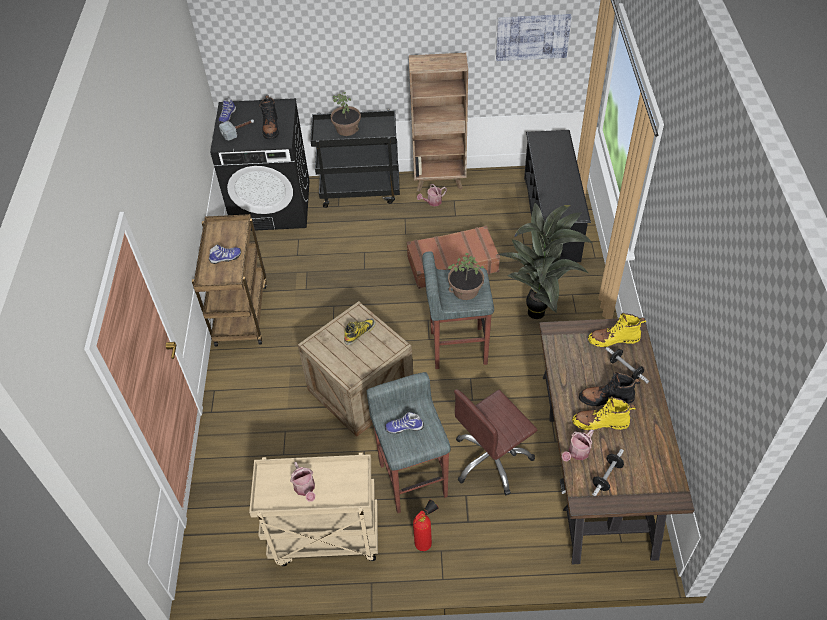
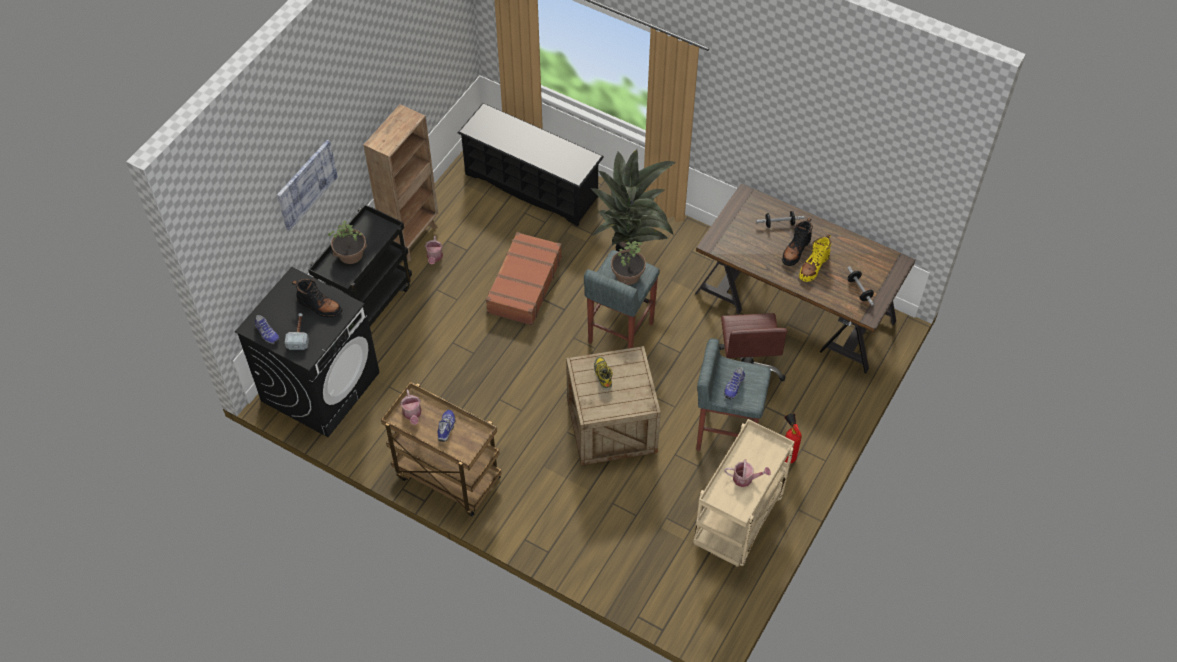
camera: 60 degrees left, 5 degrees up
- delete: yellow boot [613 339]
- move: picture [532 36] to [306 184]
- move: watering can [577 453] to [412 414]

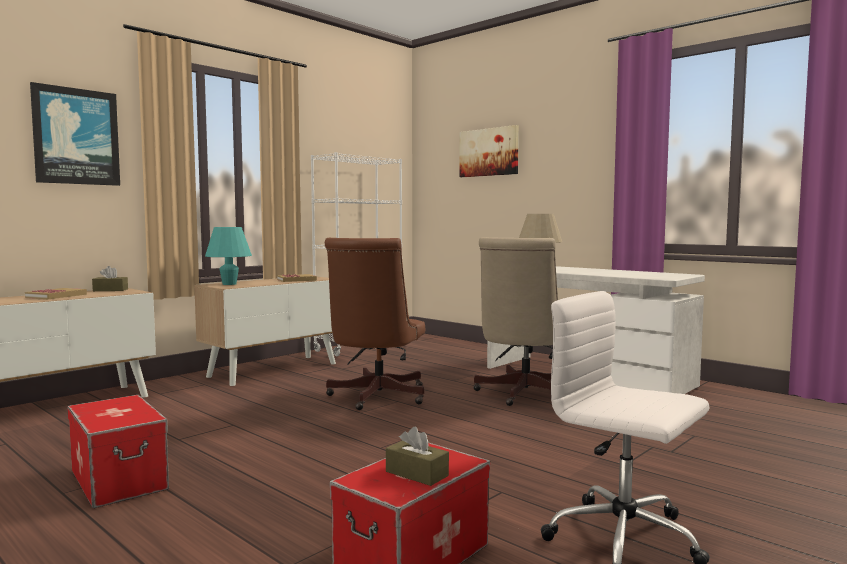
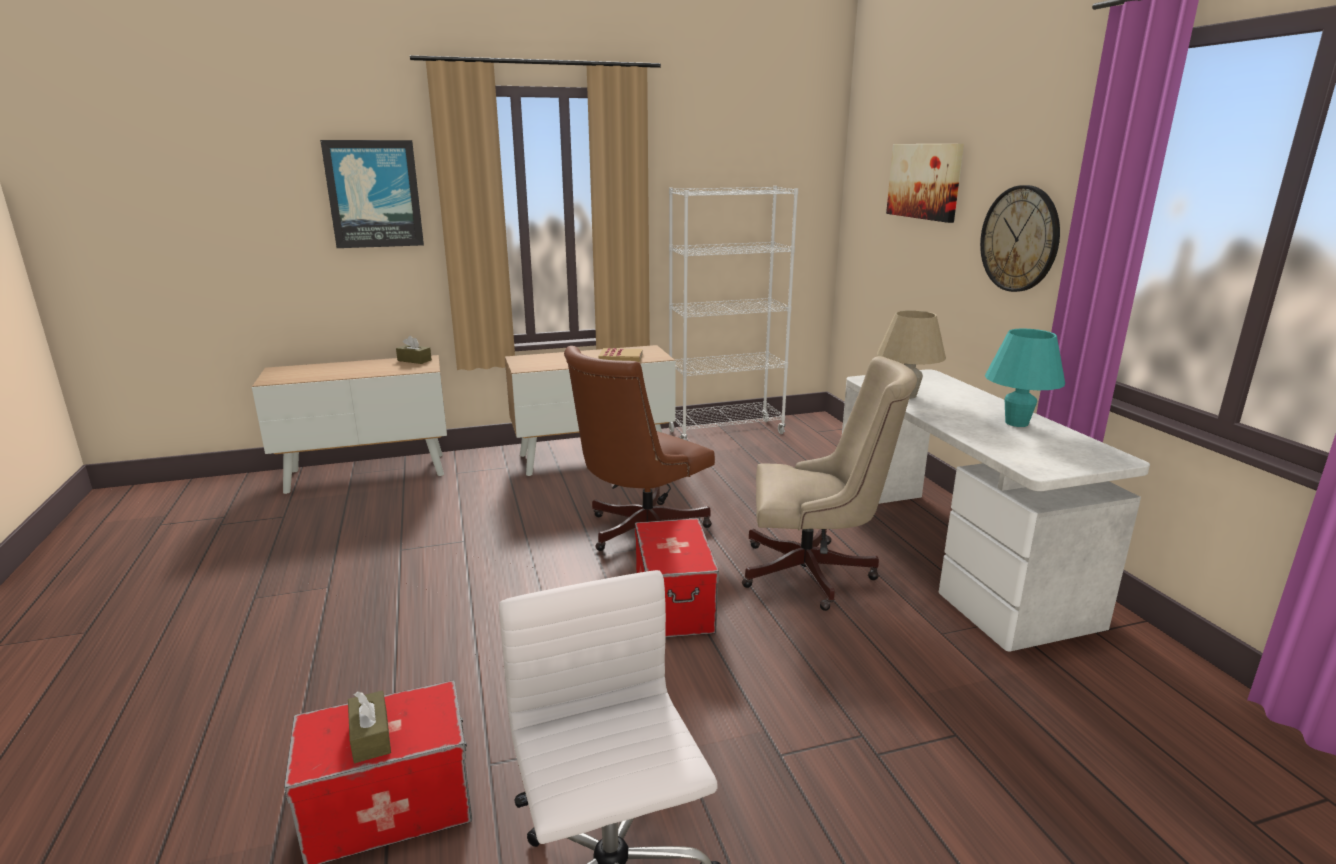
camera: 30 degrees right, 15 degrees up
- delete: book [56 296]
- insert: wall clock [1020 239]
- move: storage box [119 480] to [674 605]
- move: turquoise table lamp [229 284] to [1016 423]
- rotate: beige office chair [522 394] = [815 574] 135 degrees counterclockwise

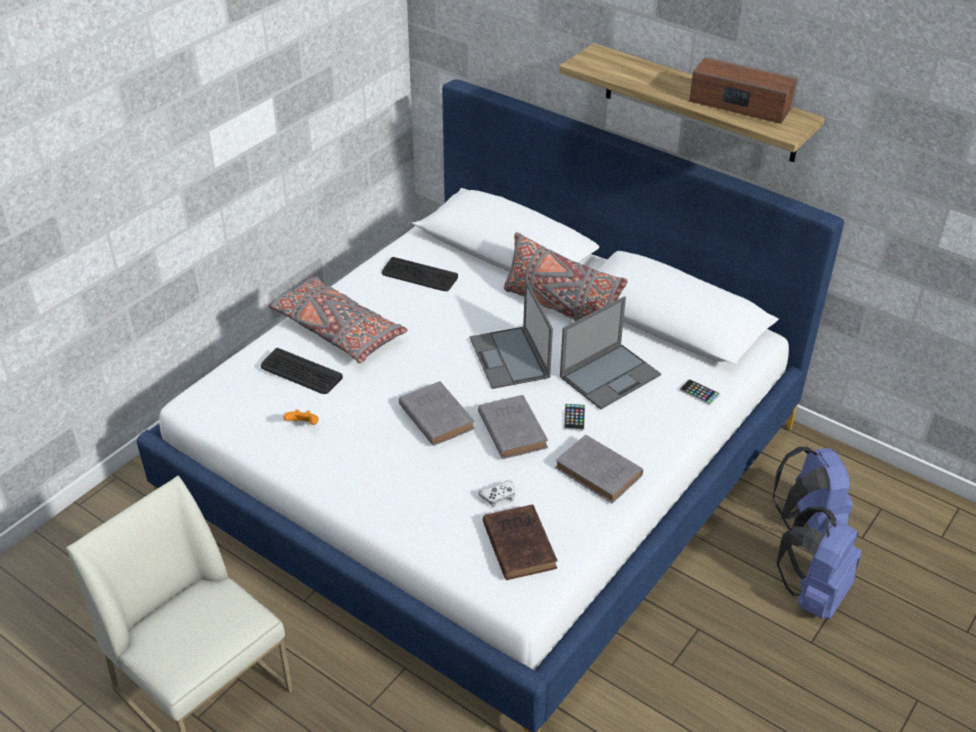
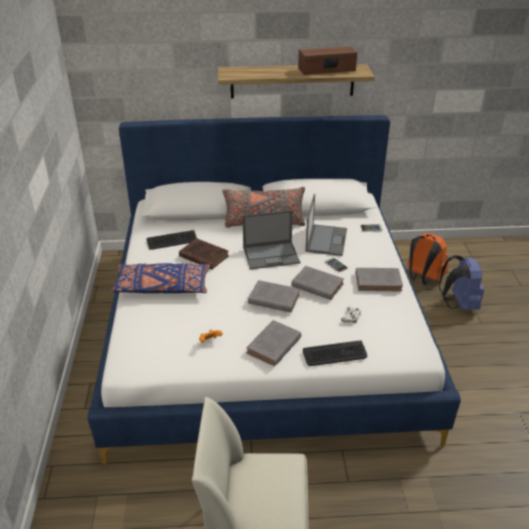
camera: 40 degrees left, 5 degrees down
- insert: grey book [273 346]
- move: keyboard [301 372] to [335 354]
- move: brown book [518 544] to [203 256]
- recolor: grey pillow [337 330] to blue pillow [162 287]
- recolor: blue backpack [806 524] to orange backpack [422 278]
- rotate: laptop [510 358] = [271 255] 45 degrees counterclockwise

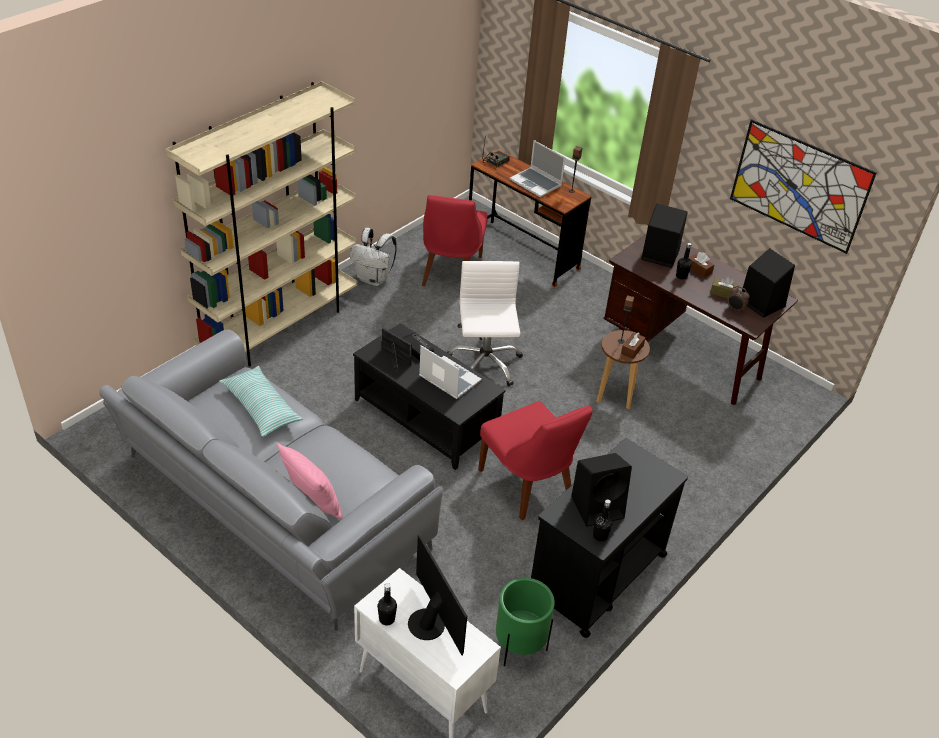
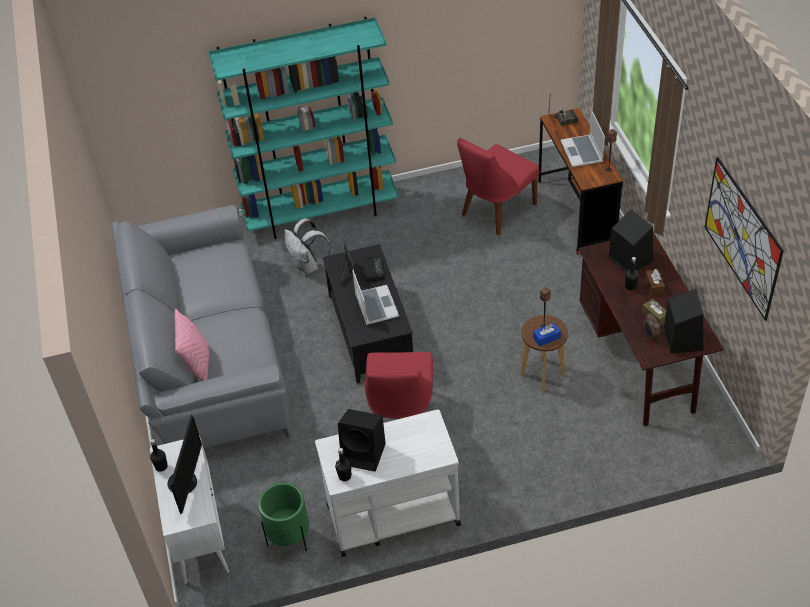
camera: 40 degrees right, 5 degrees up
- delete: pillow [261 407]
- delete: white office chair [484 364]
- move: white backpack [373 279] to [308 266]
- recolor: beige bookcase [279 326] to turquoise bookcase [321 213]
- recolor: black cart [596 576] to white cart [392 515]
- recolor: brown tissue box [632 349] to blue tissue box [546 338]

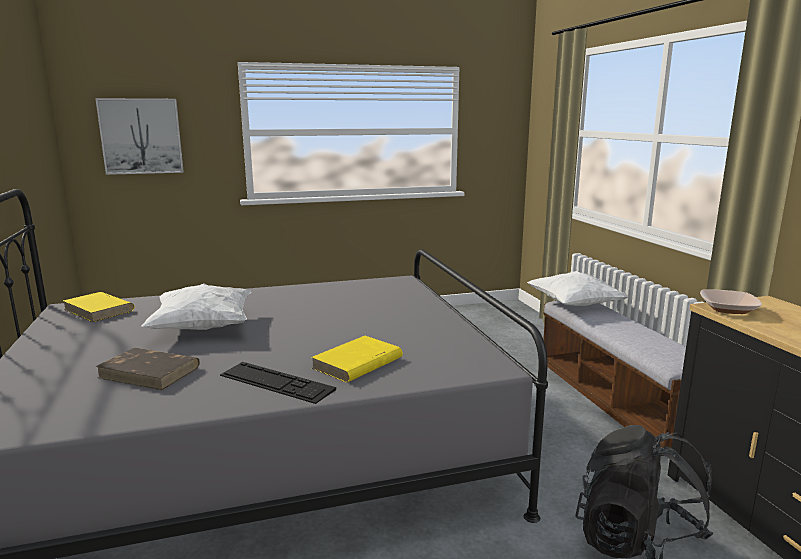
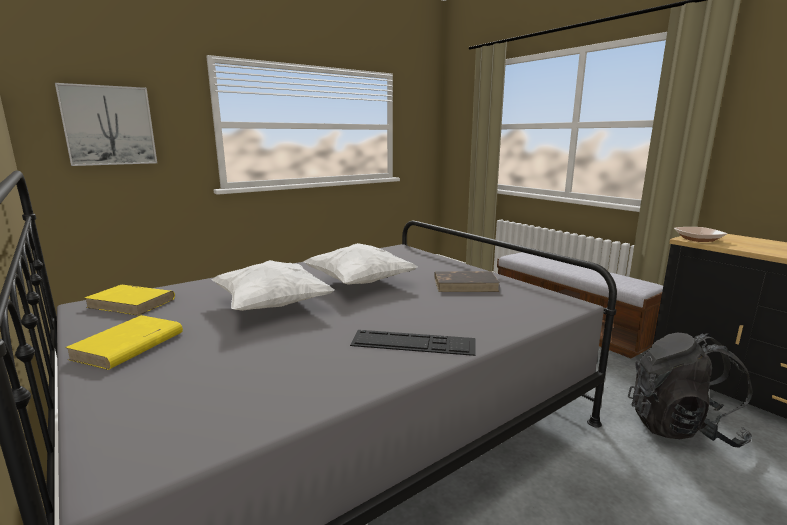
camera: 20 degrees left, 0 degrees up
- move: brown book [150 372] to [466 285]
- move: yellow book [357 363] to [128 346]
- move: white pillow [574 305] to [360 283]

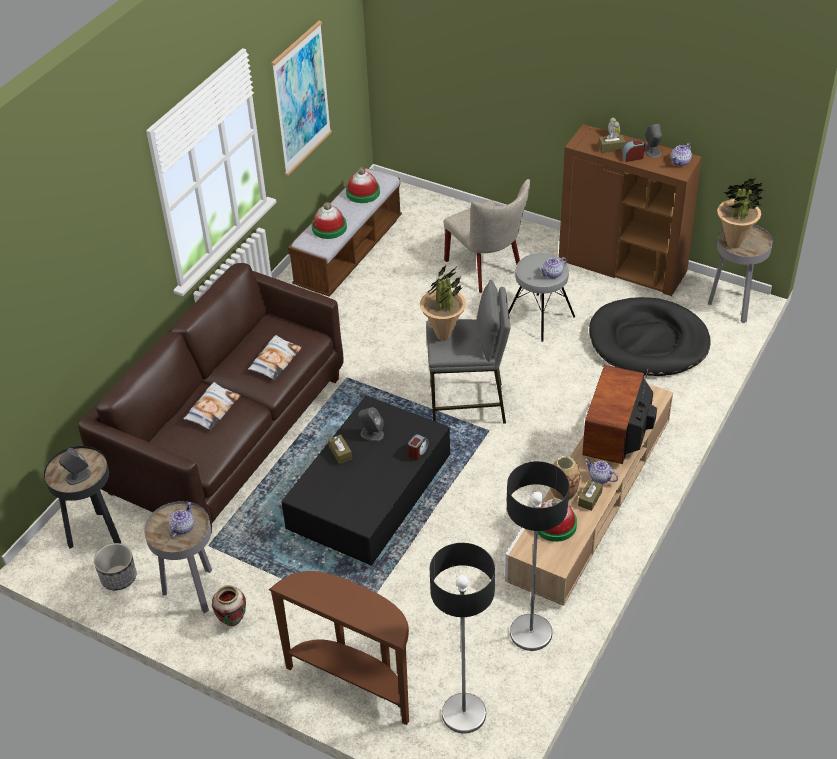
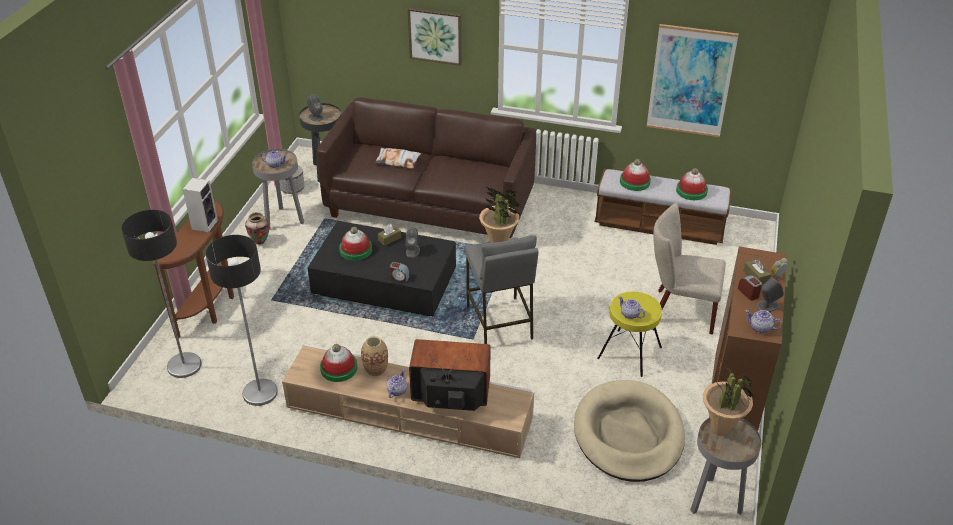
camera: 75 degrees right, 5 degrees down
- delete: pillow [275 361]
- delete: brown tissue box [590 498]
- insert: speaker [204 224]
- insert: hat [356 250]
- insert: picture [435 35]
- recolor: grey stool [540 317] to yellow stool [630 353]
- recolor: black dog bed [648 341] to beige dog bed [628 434]
- rotate: beige chair [487 269] = [680 310] 60 degrees clockwise

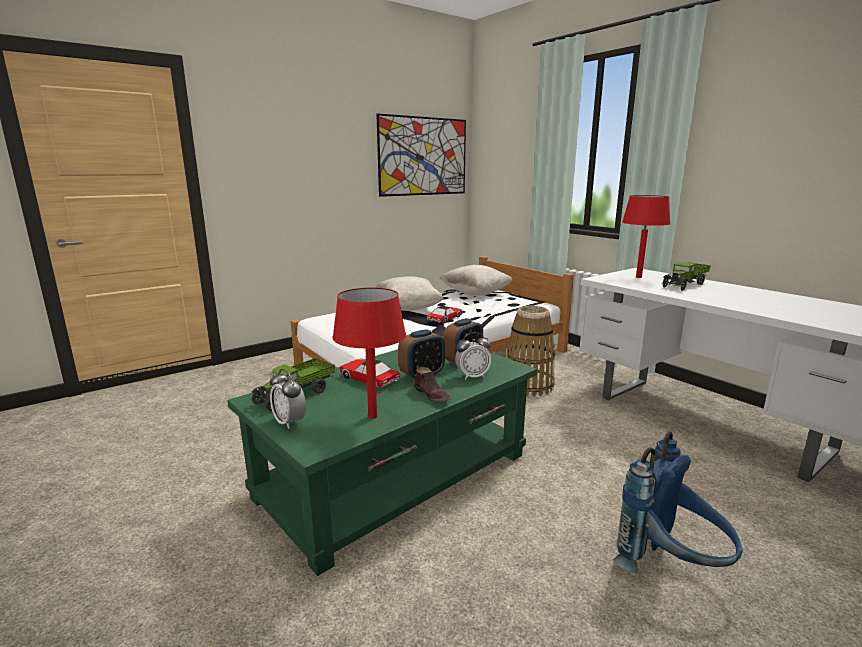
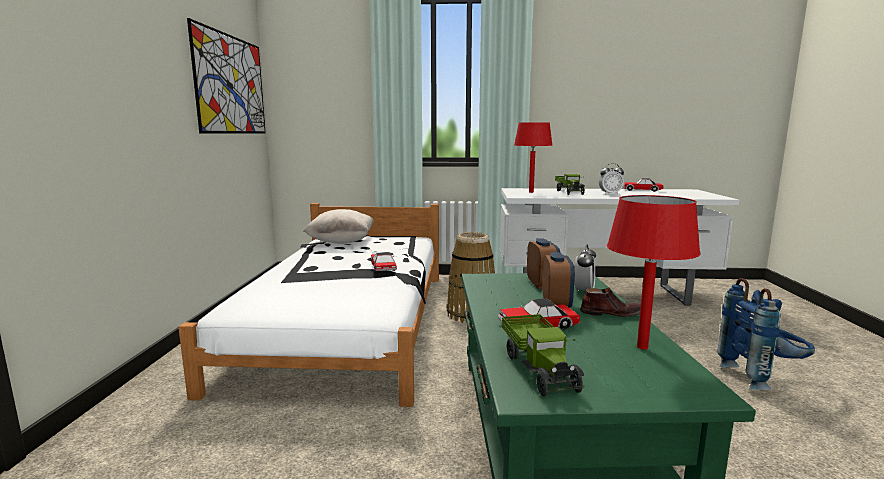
camera: 50 degrees left, 5 degrees down
- delete: beige pillow [408 308]
- insert: toy car [642 190]
- move: alarm clock [289 422] to [610 194]

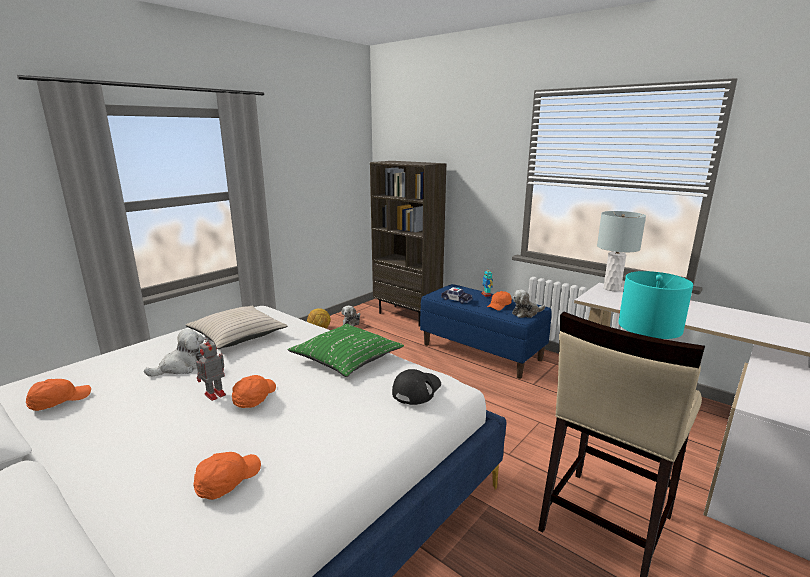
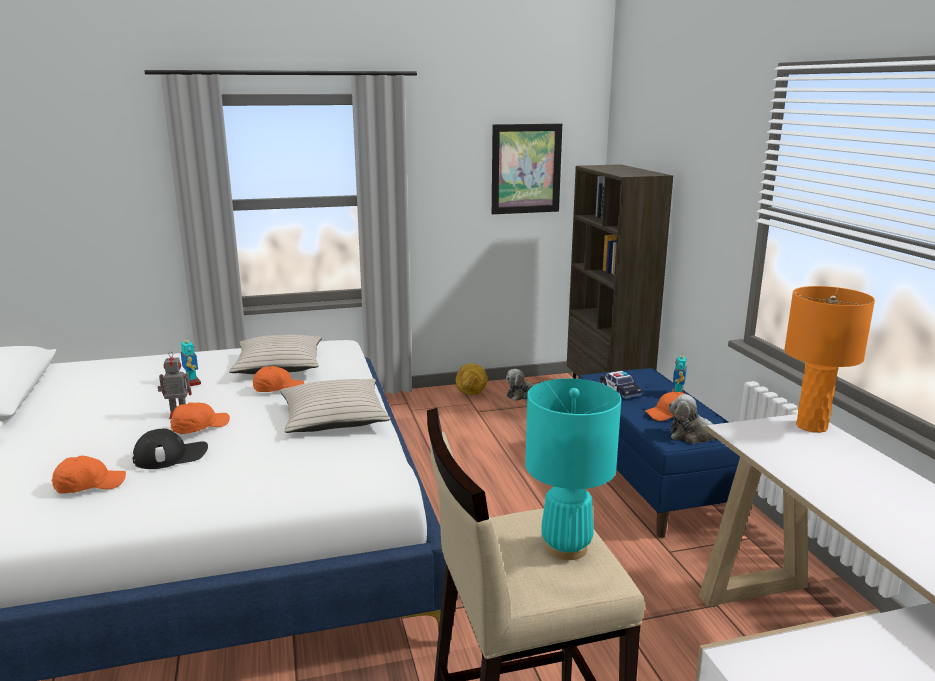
camera: 35 degrees right, 0 degrees up
- insert: picture [526 169]
- move: orange cap [59 401] to [278 389]
- move: black cap [416 389] to [171 455]
- replace: plush toy [181 367] to toy robot [192 383]
- recolor: green pillow [346 358] to beige pillow [334 418]
- recolor: grey table lamp [611 288] to orange table lamp [811 426]

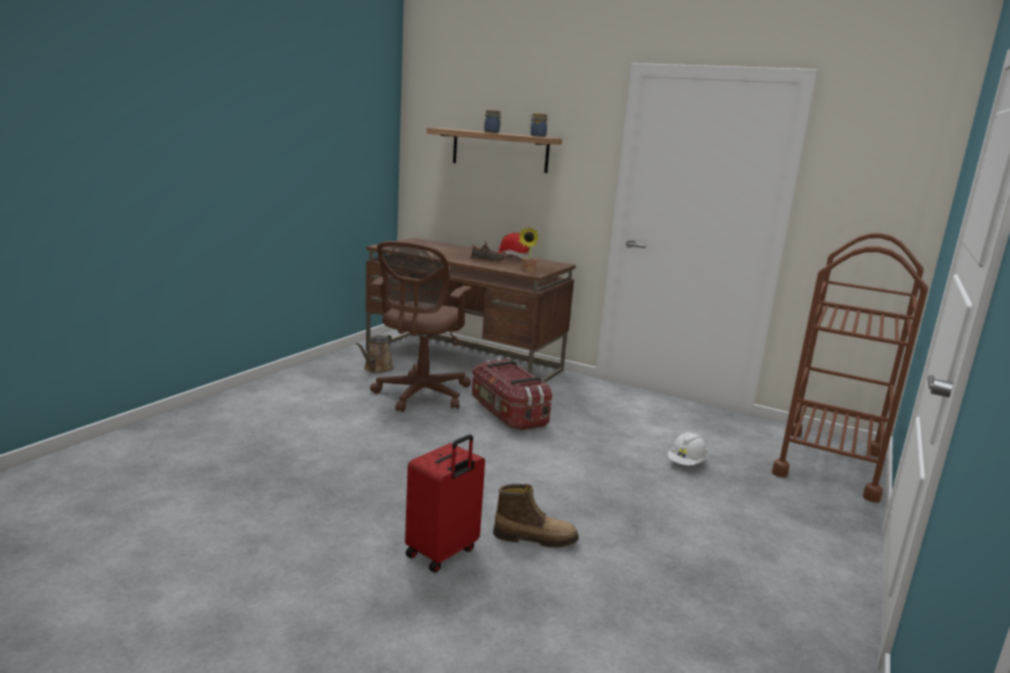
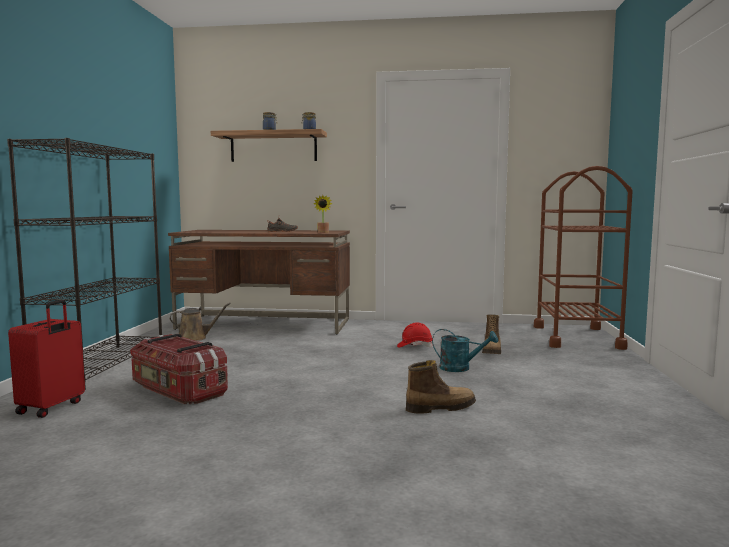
camera: 20 degrees left, 10 degrees down
- delete: brown office chair [420 396]
- insert: black bookcase [103 365]
- insert: turquoise watering can [460 368]
- move: red suitcase [443 553] to [52 408]
- move: storage box [507 413] to [178 391]
- move: red hard hat [512 257] to [414 346]
- replace: white hard hat [686 463] to boot [492 351]
- rotate: brown watering can [377 369] = [195 338] 105 degrees counterclockwise

